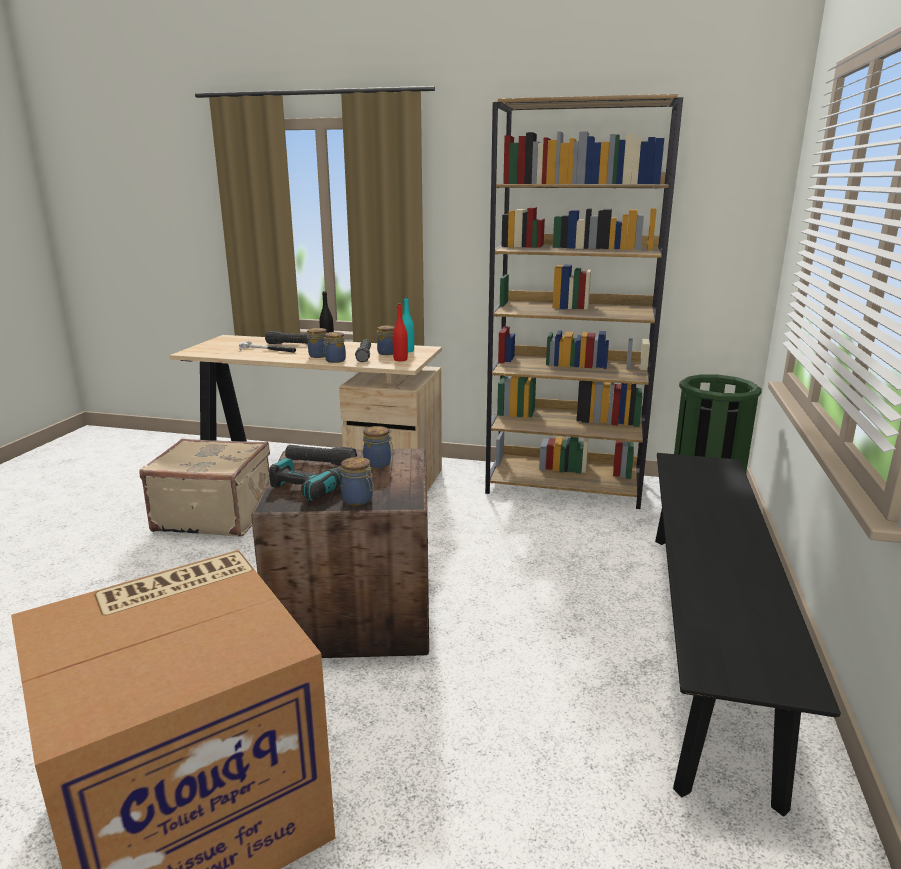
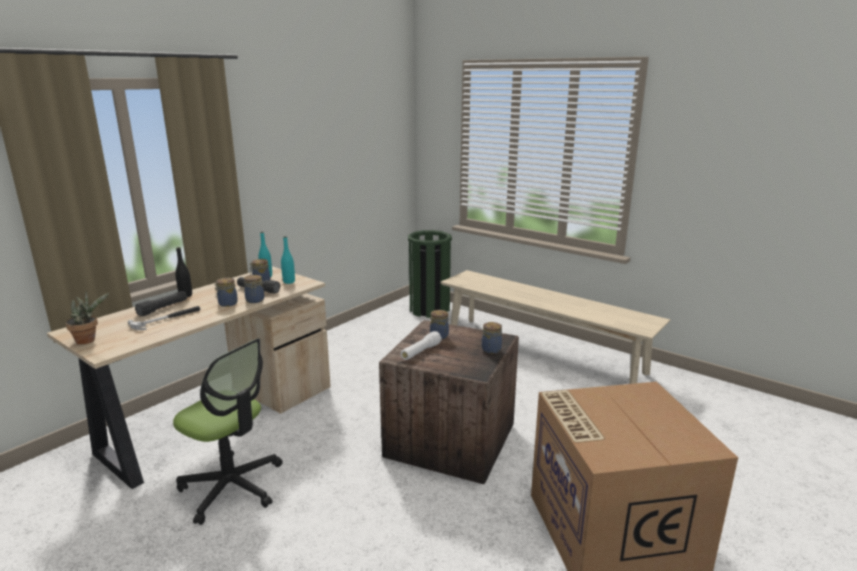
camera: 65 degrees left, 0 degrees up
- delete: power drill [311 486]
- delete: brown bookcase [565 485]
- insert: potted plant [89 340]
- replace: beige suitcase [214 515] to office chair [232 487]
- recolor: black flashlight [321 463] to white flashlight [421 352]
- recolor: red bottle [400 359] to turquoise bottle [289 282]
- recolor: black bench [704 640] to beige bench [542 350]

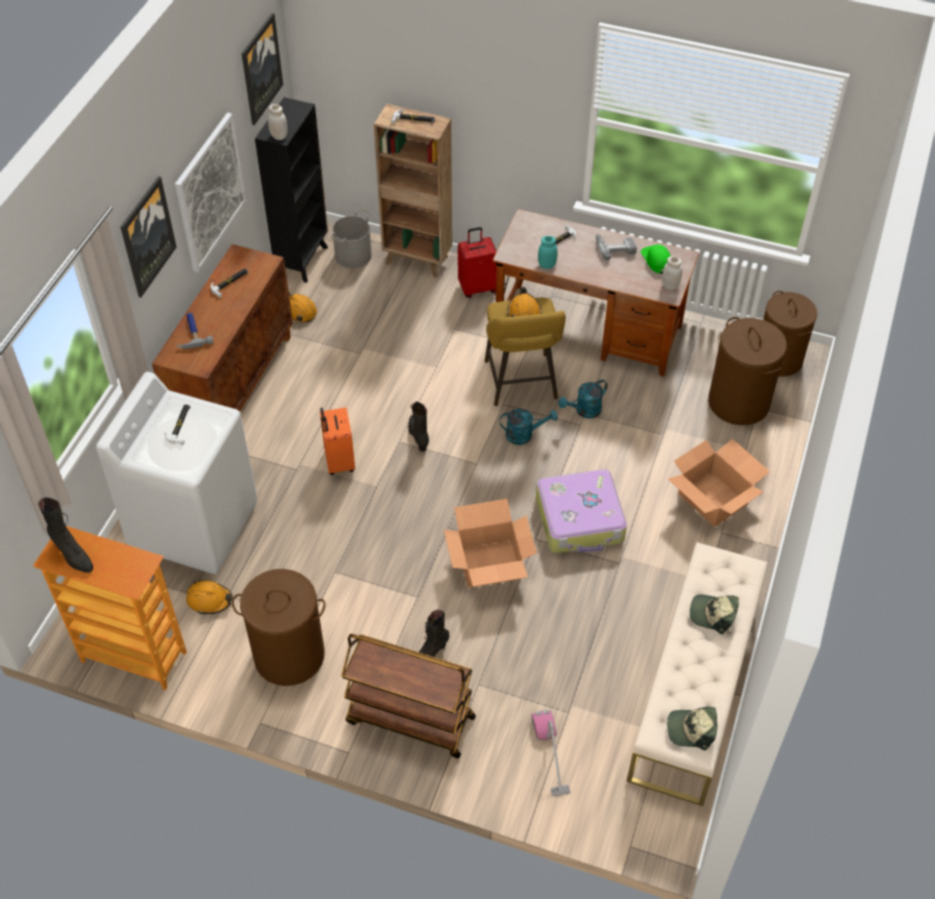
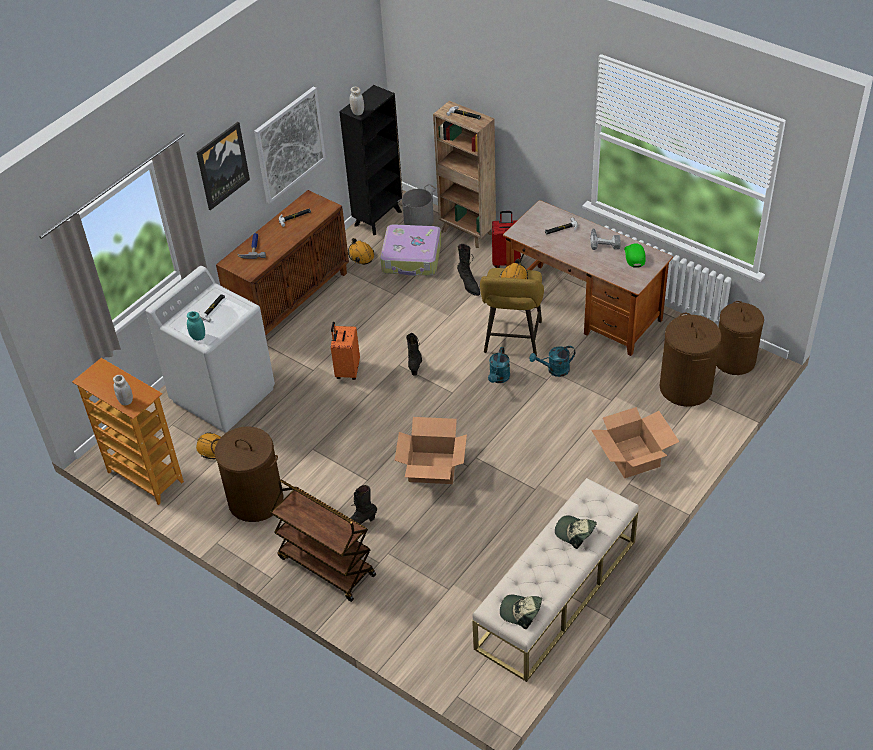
camera: 20 degrees right, 5 degrees down
- delete: picture [260 69]
- delete: vacuum cleaner [550 754]
- move: black boot [72 554] to [469 285]
- move: suitcase [580 520] to [412 258]
- move: turquoise jar [547 265] to [198 337]
- move: white jar [670 285] to [126 401]
- rotate: turquoise watering can [524 434] = [499 378] 90 degrees clockwise

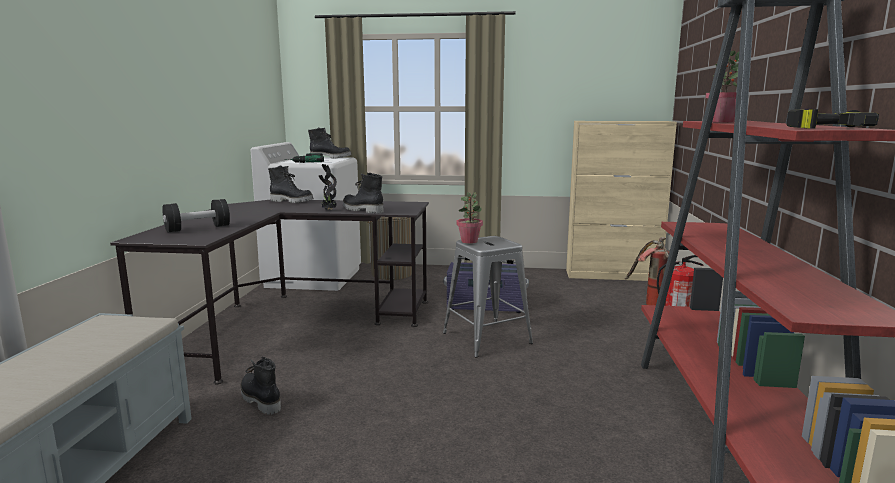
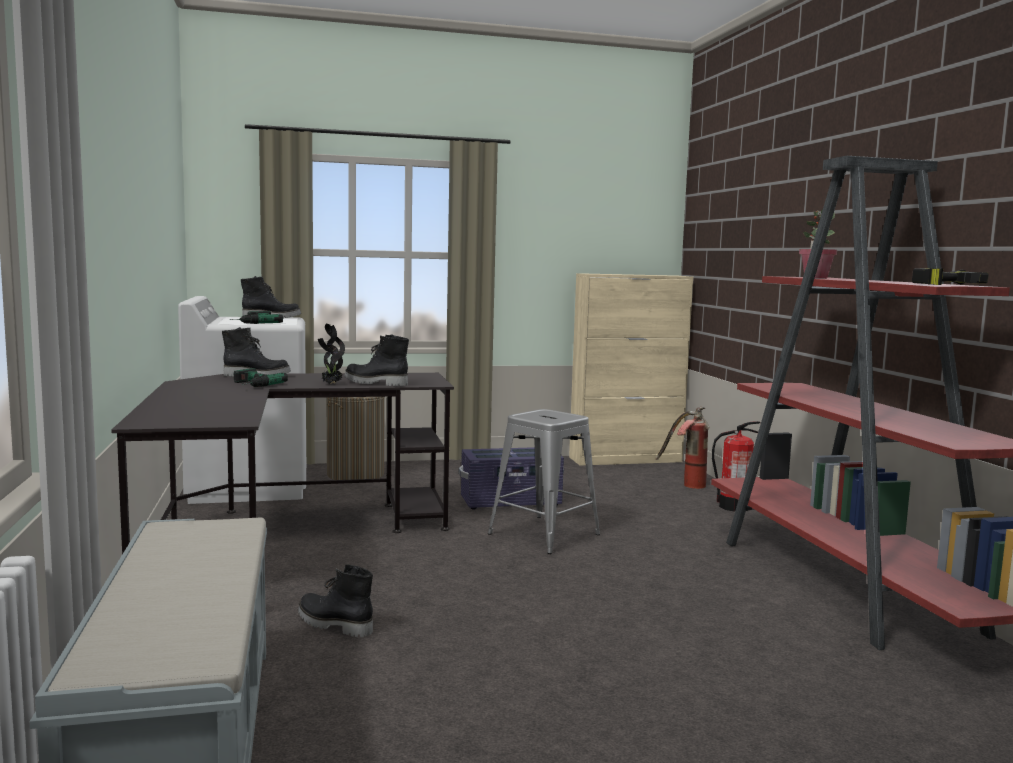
camera: 20 degrees left, 5 degrees down
- delete: black dumbbell [198 228]
- delete: potted plant [469 241]
- insert: power drill [250 385]

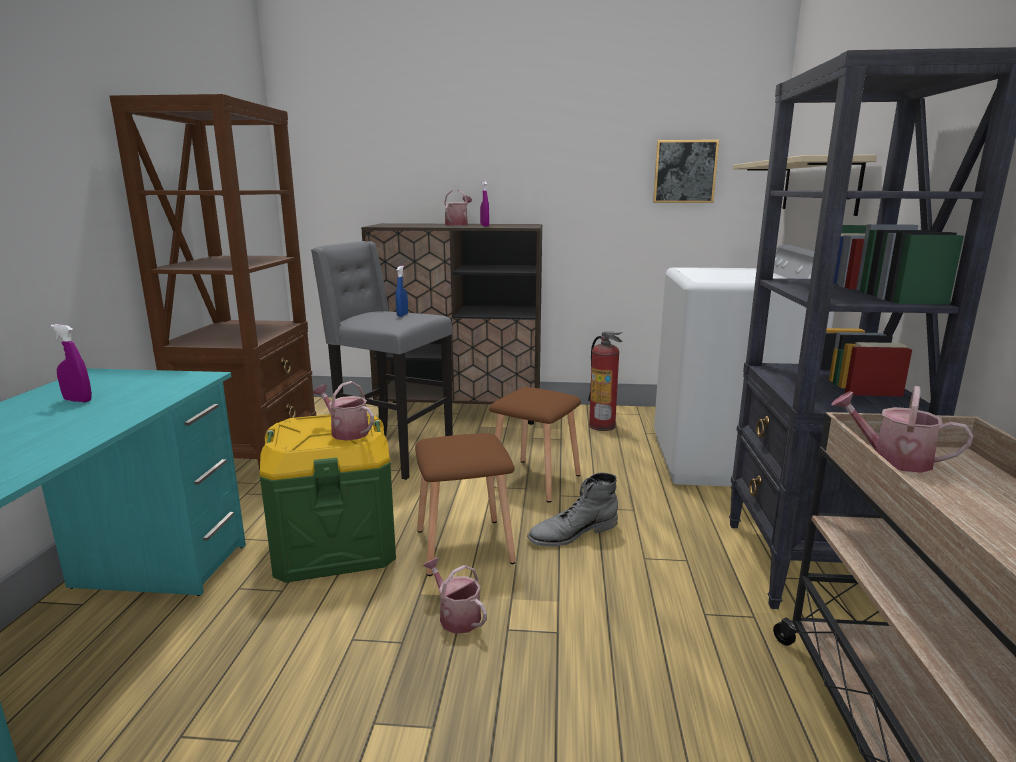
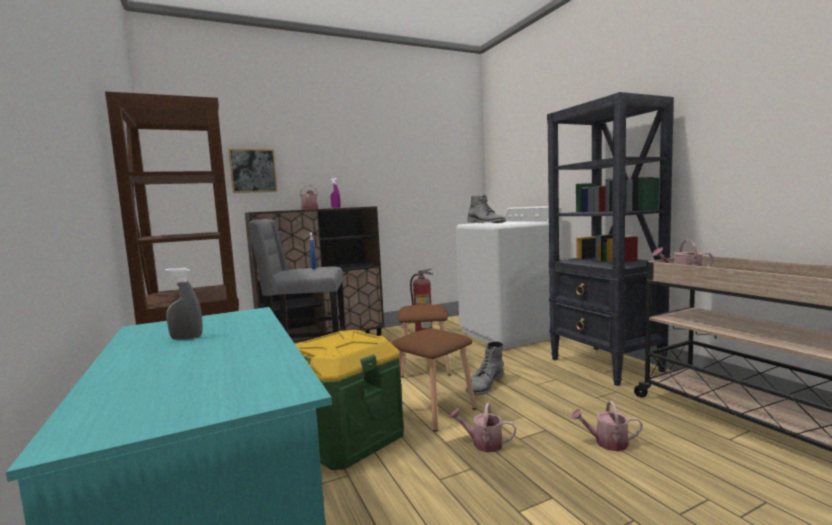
camera: 30 degrees left, 10 degrees down
- delete: beige shelf [819 186]
- insert: grey boot [485 223]
- move: watering can [346 432] to [606 443]
- move: picture [685 171] to [253 171]
- recolor: purple spray bottle [78 400] to grey spray bottle [186 338]

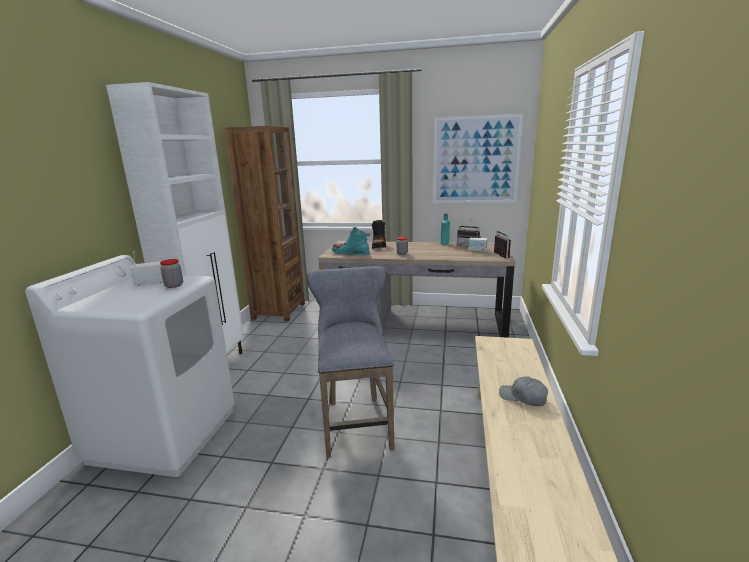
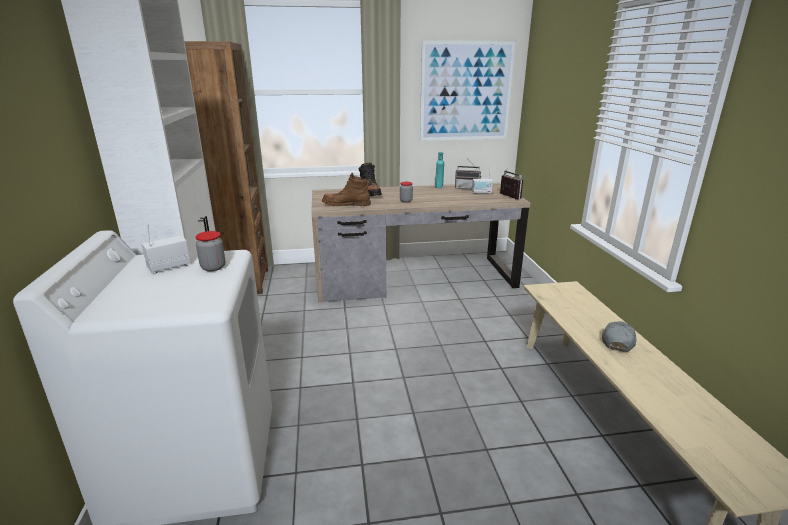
camera: 20 degrees left, 5 degrees up
- delete: grey stool [356 421]
- recolor: turquoise boot [351 253] to brown boot [346 205]
- rotate: grey cap [523 397] = [617 341] 105 degrees clockwise

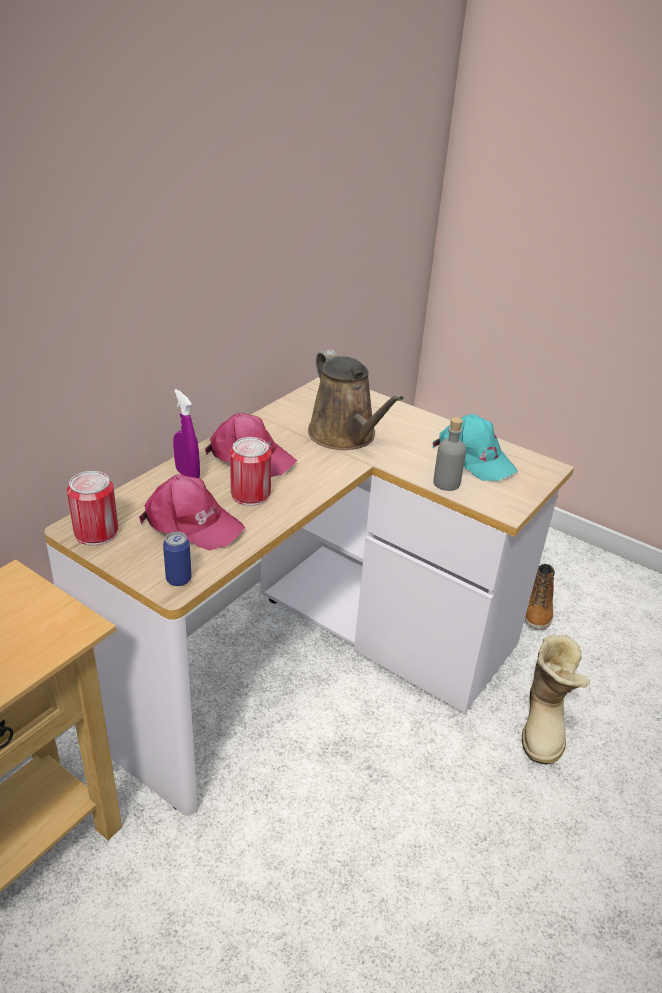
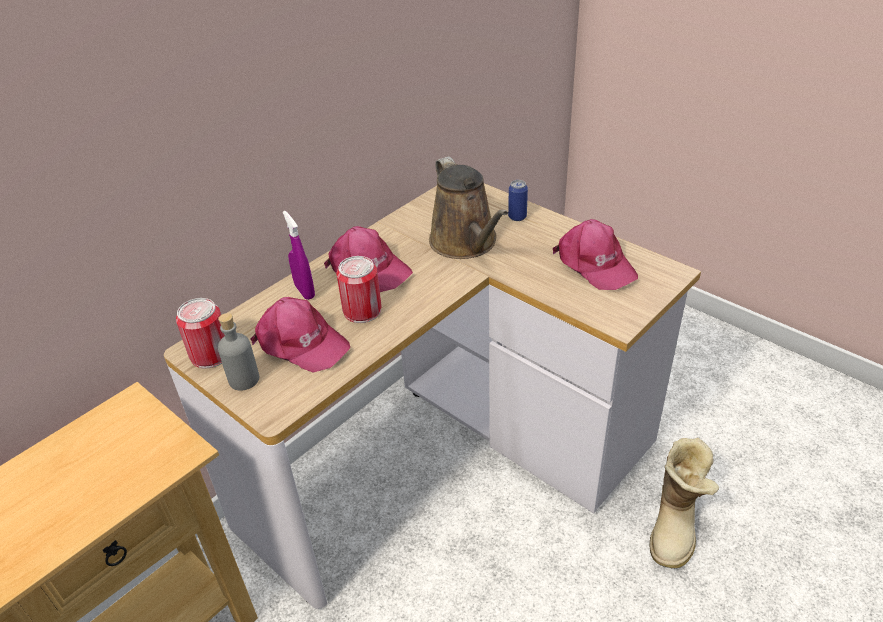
camera: 10 degrees right, 5 degrees up
- delete: boot [539 609]
- move: can [178 579] to [517 217]
- move: grey bottle [446 483] to [244 379]
- recolor: turquoise cap [474 458] to pink cap [594 264]

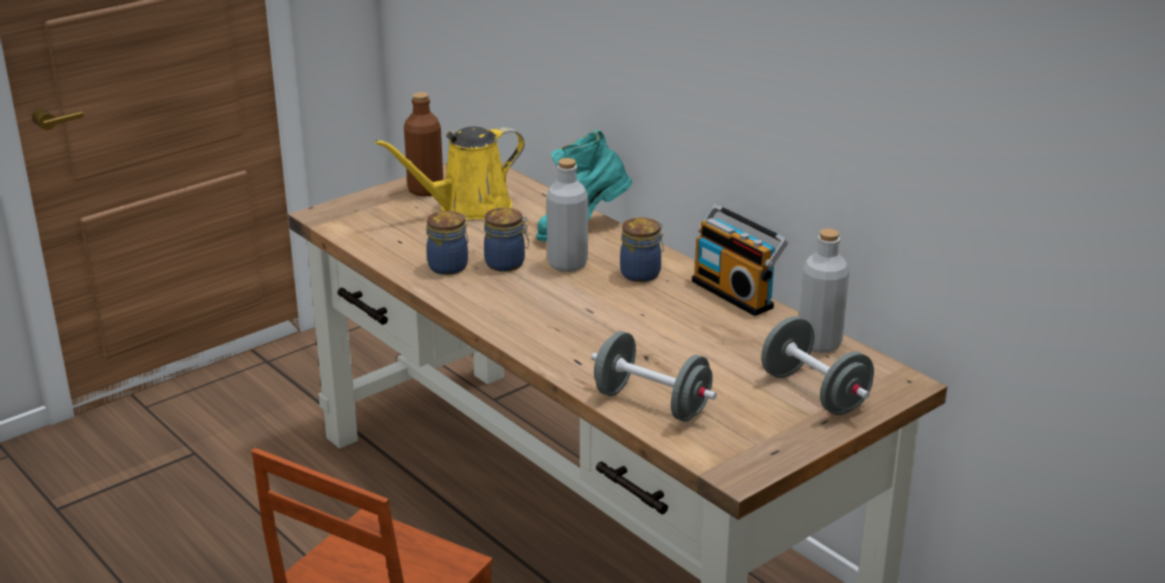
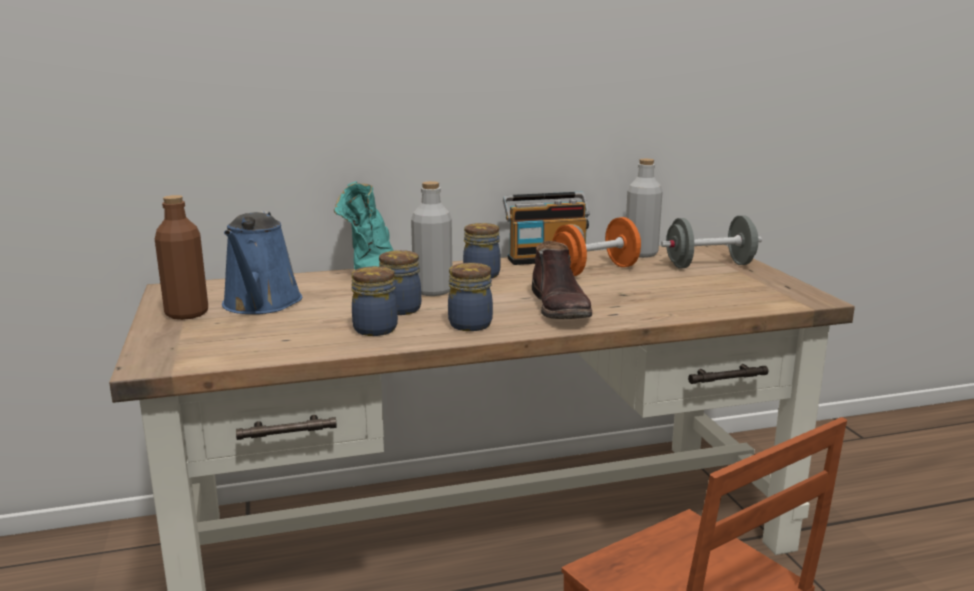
camera: 65 degrees left, 10 degrees down
- delete: grey dumbbell [652 403]
- insert: jar [469 324]
- insert: brown boot [561 307]
- insert: orange dumbbell [595 270]
- recolor: yellow watering can [468 208] to blue watering can [261 304]

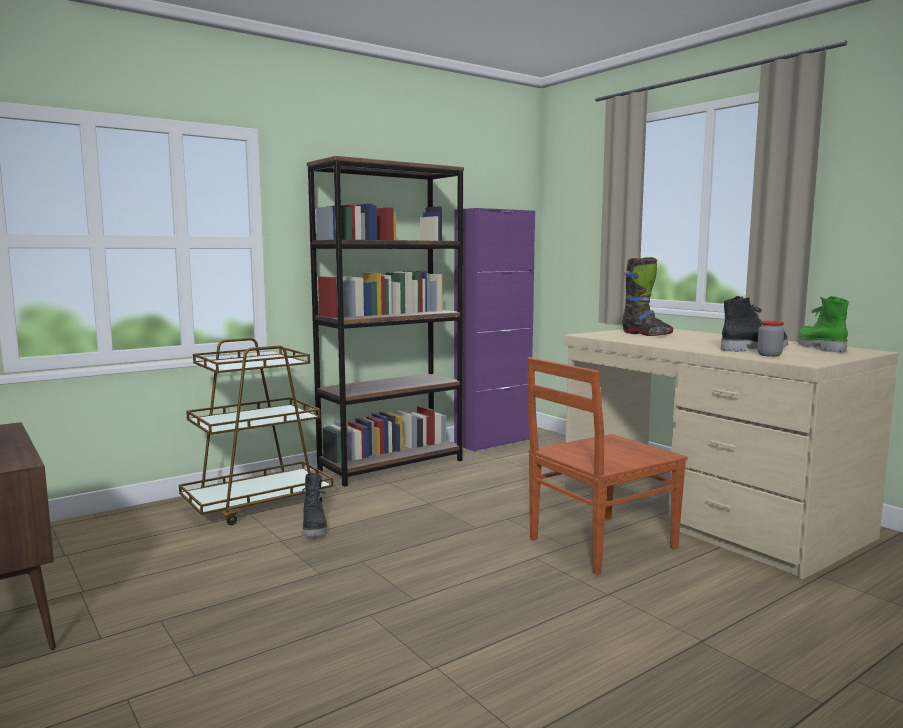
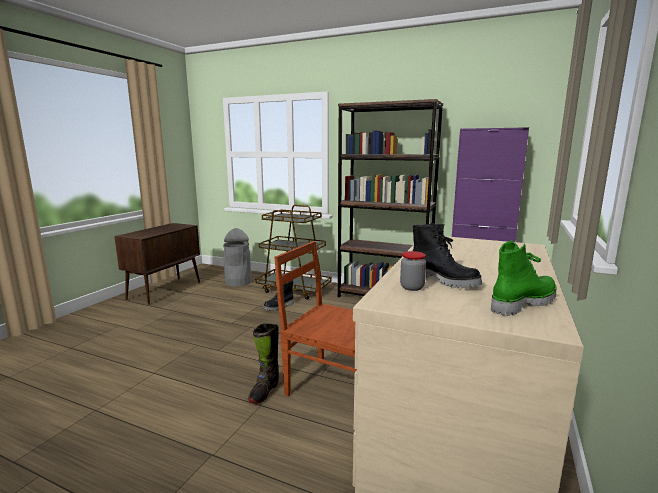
camera: 60 degrees right, 5 degrees up
- insert: grey trash can [238 282]
- move: black boot [646 334] to [264 391]

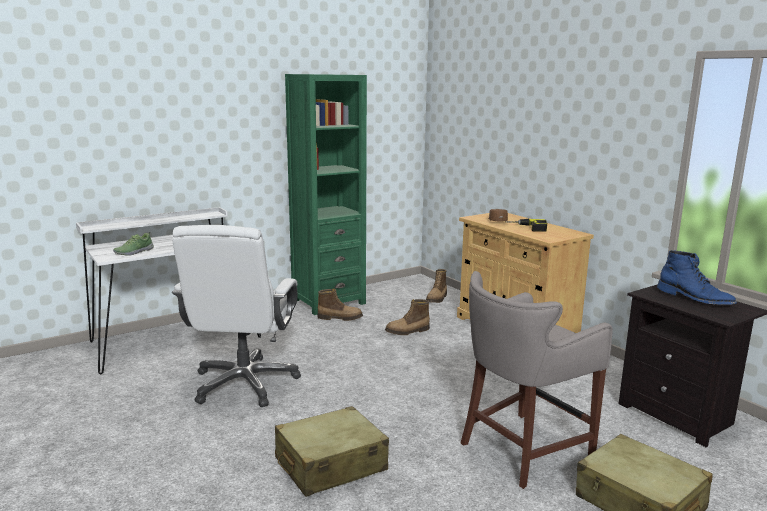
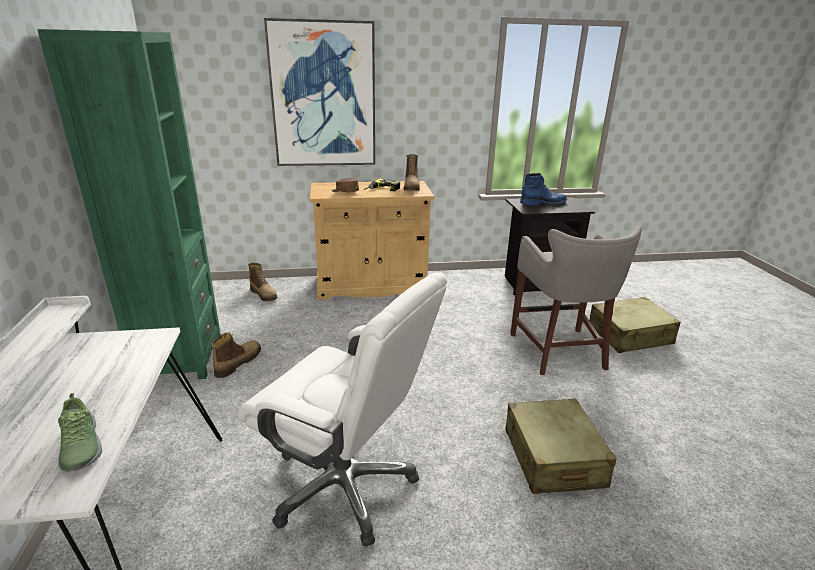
camera: 65 degrees left, 10 degrees up
- insert: picture [323 95]
- move: boot [408 331] to [412 188]

